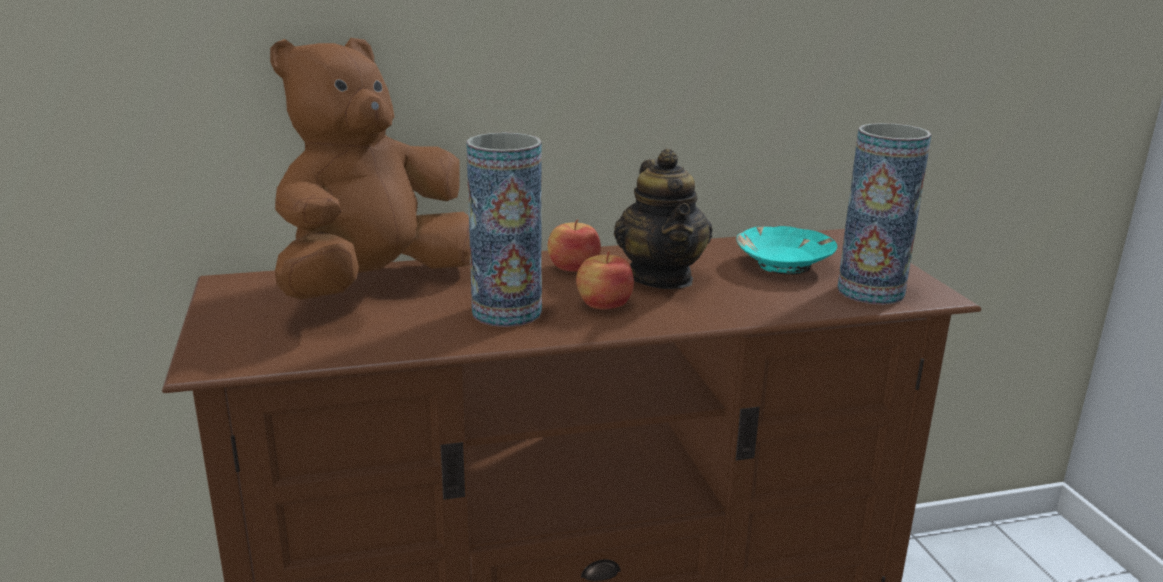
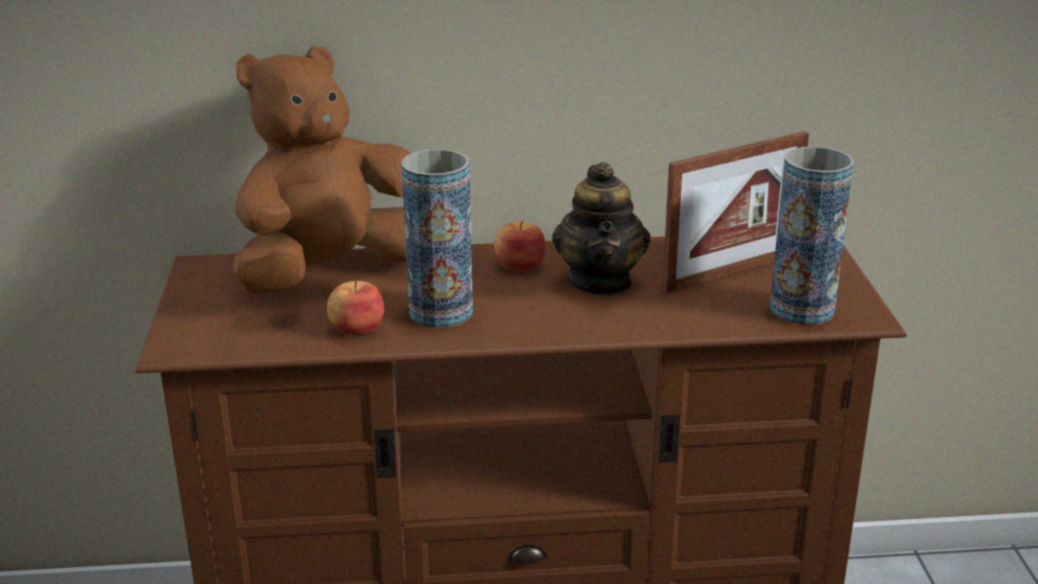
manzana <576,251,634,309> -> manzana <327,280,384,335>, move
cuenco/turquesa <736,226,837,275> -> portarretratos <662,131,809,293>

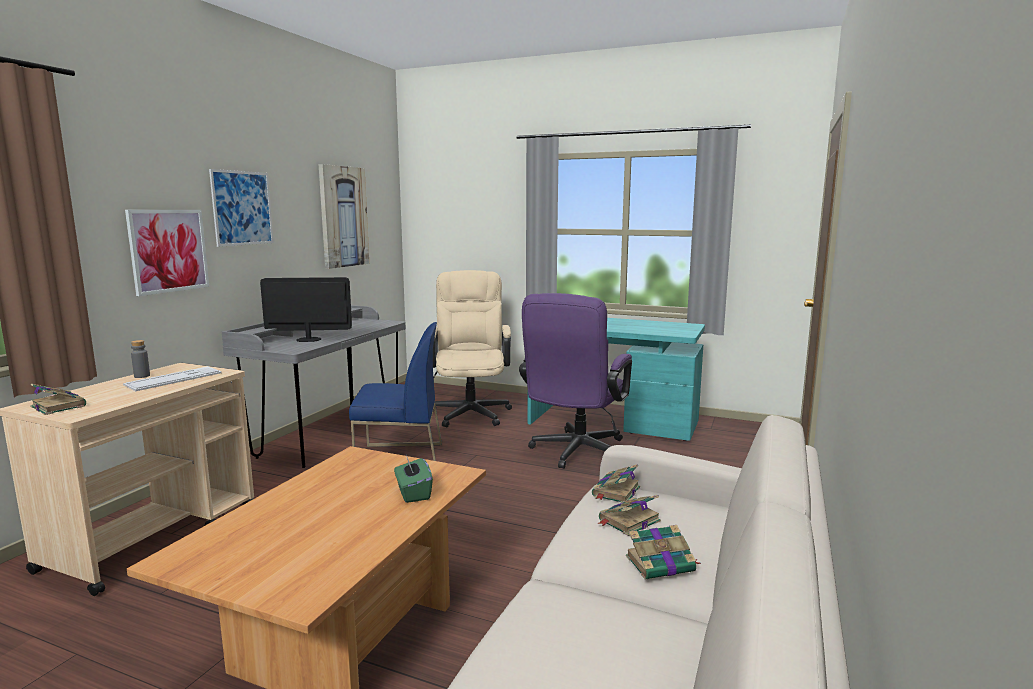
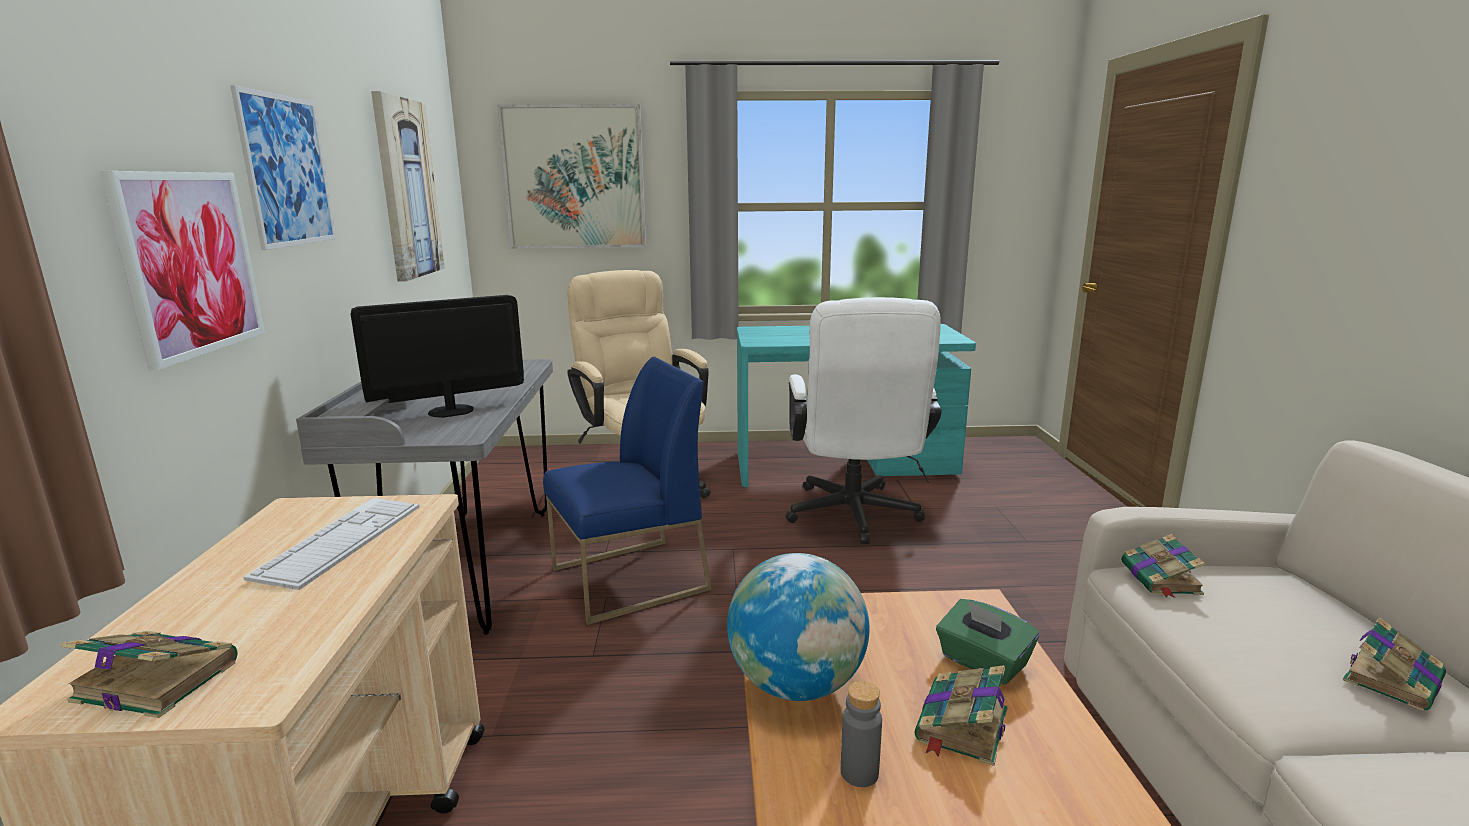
botella/gris <131,340,150,378> -> botella/gris <841,681,882,787>, move
silla de oficina/morado <519,293,632,469> -> silla de oficina/blanco <786,297,941,544>
libro <598,495,661,536> -> libro <915,665,1008,766>, move
none -> cuadro <497,104,646,249>
none -> globo terráqueo <727,553,869,701>

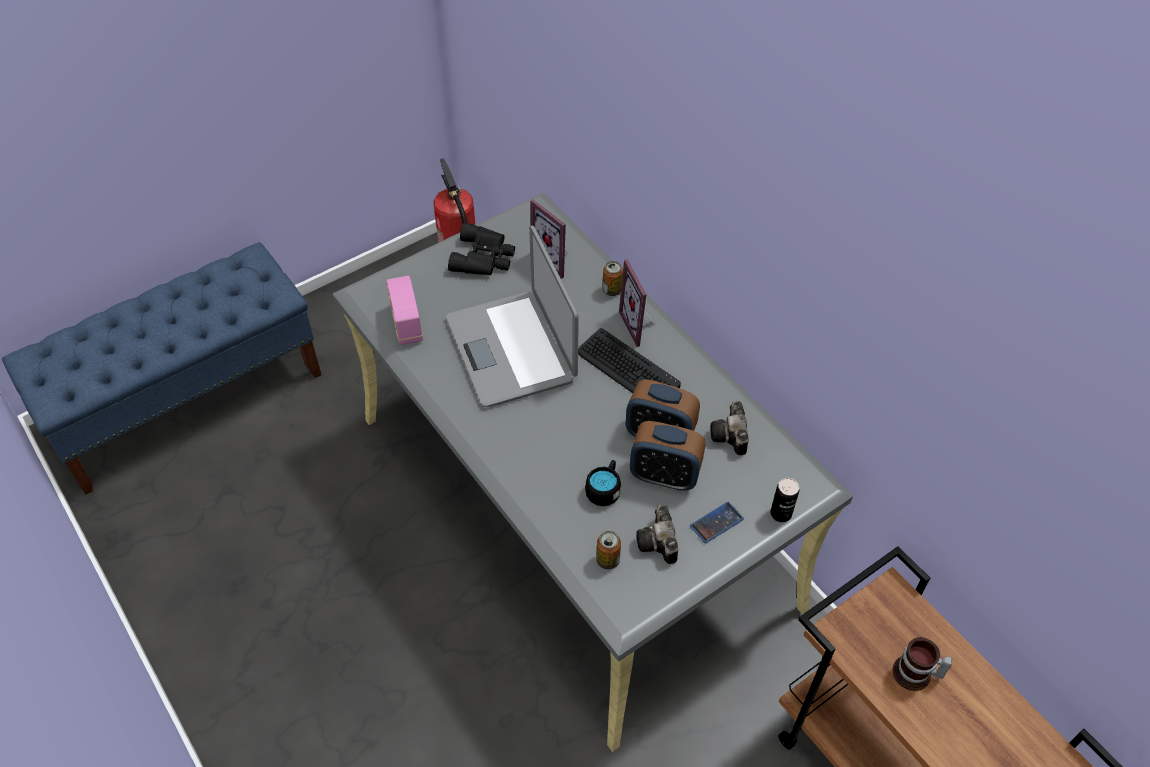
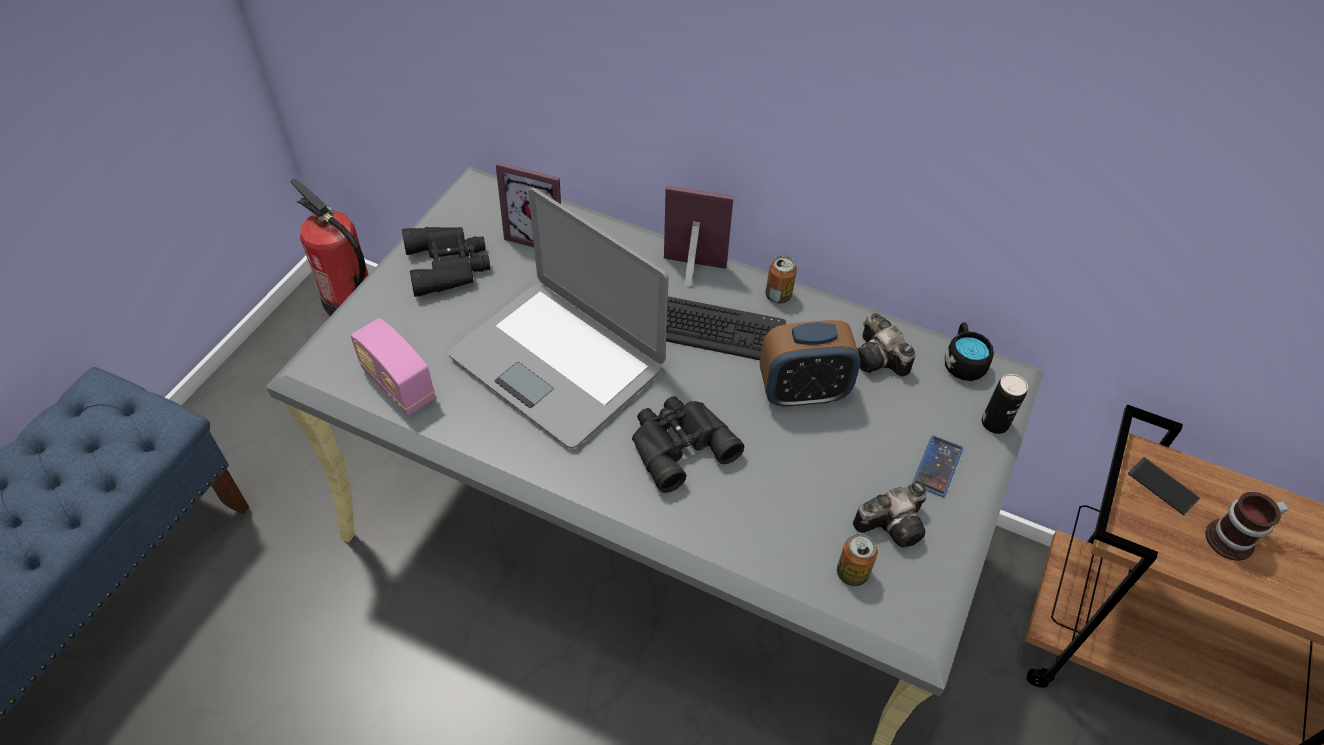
taza grande/negro <585,460,621,506> -> taza grande/negro <945,322,994,381>, move
lata <602,261,623,296> -> lata <765,255,797,304>, move
portarretratos <619,260,655,347> -> portarretratos <664,186,734,287>, 150 degrees clockwise
despertador <630,421,705,491> -> none
cámara <636,505,678,564> -> cámara <853,482,927,548>, 75 degrees counterclockwise
none -> prismáticos/negro <632,396,744,493>
none -> móvil <1127,457,1200,515>

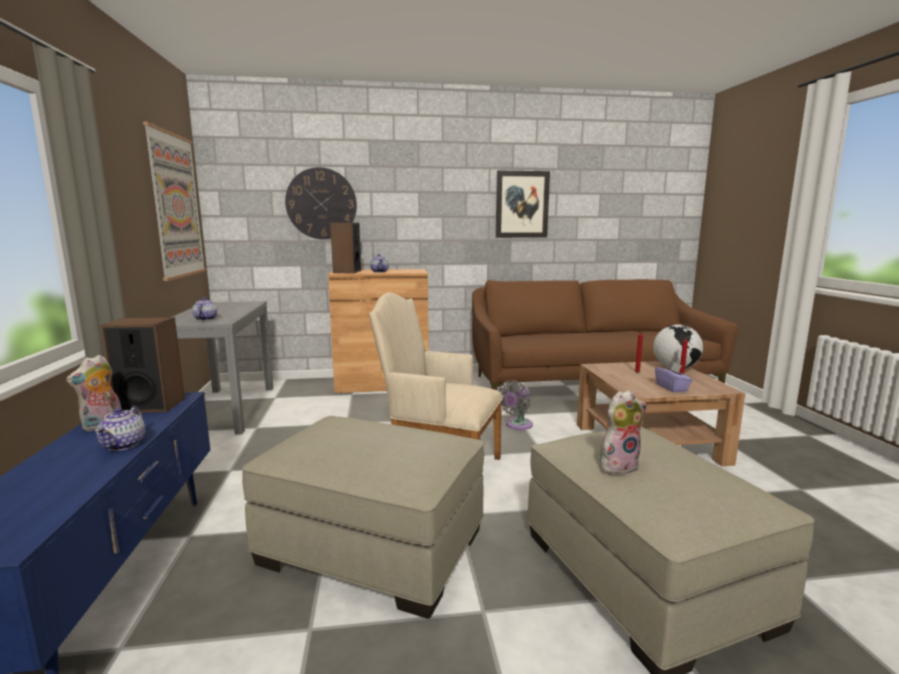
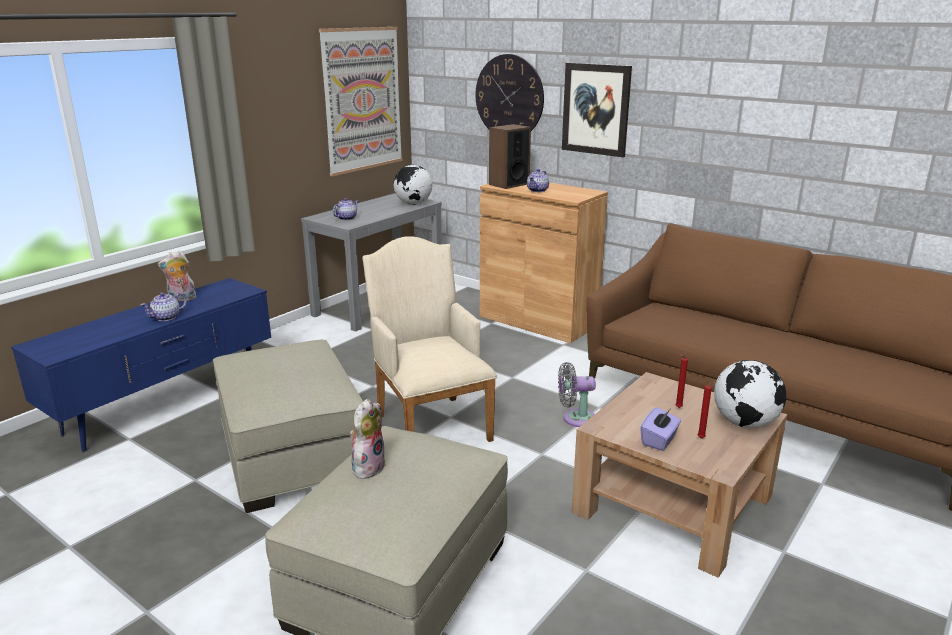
altavoz <100,317,185,413> -> none
cuadro <496,171,550,238> -> cuadro <562,63,632,157>, move
peluche <600,390,647,474> -> peluche <350,399,386,479>, 90 degrees counterclockwise
none -> globo terráqueo <393,165,432,205>

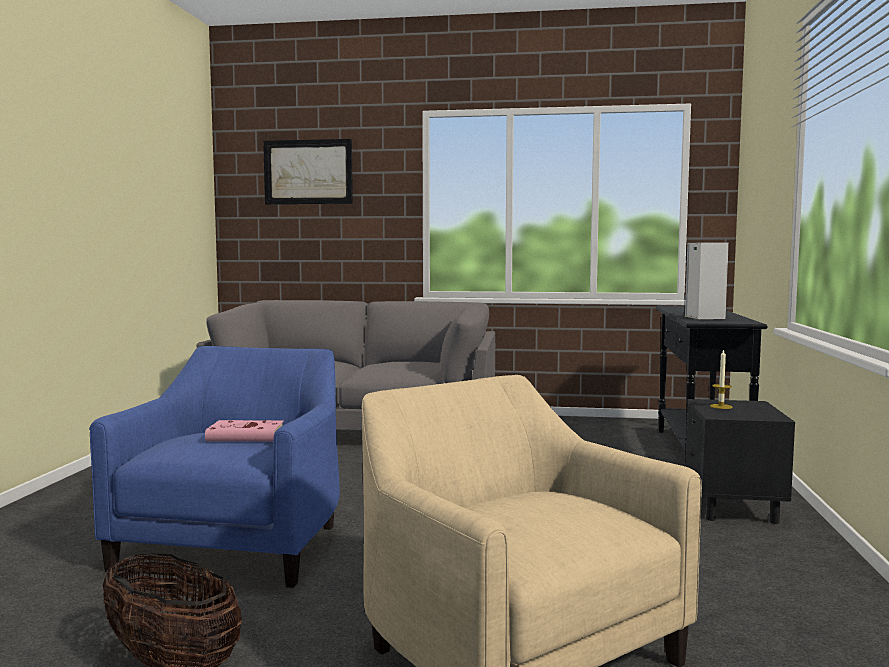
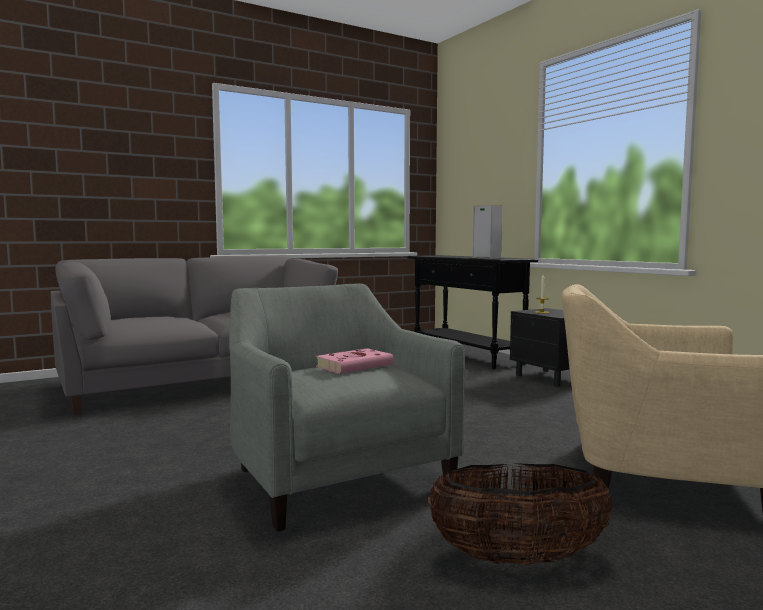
sillón/azul <89,346,340,588> -> sillón/gris <229,283,465,532>
cuadro <263,139,353,205> -> none

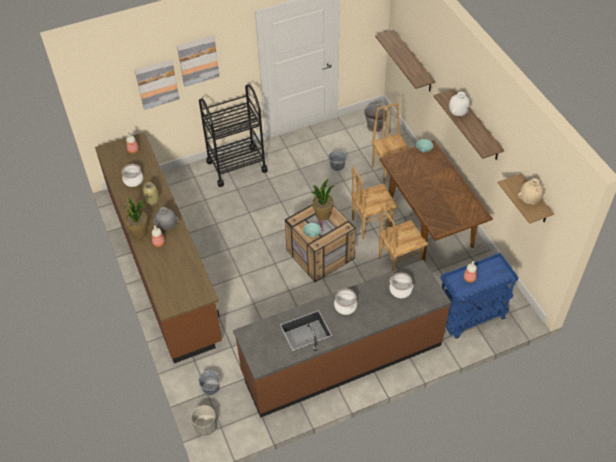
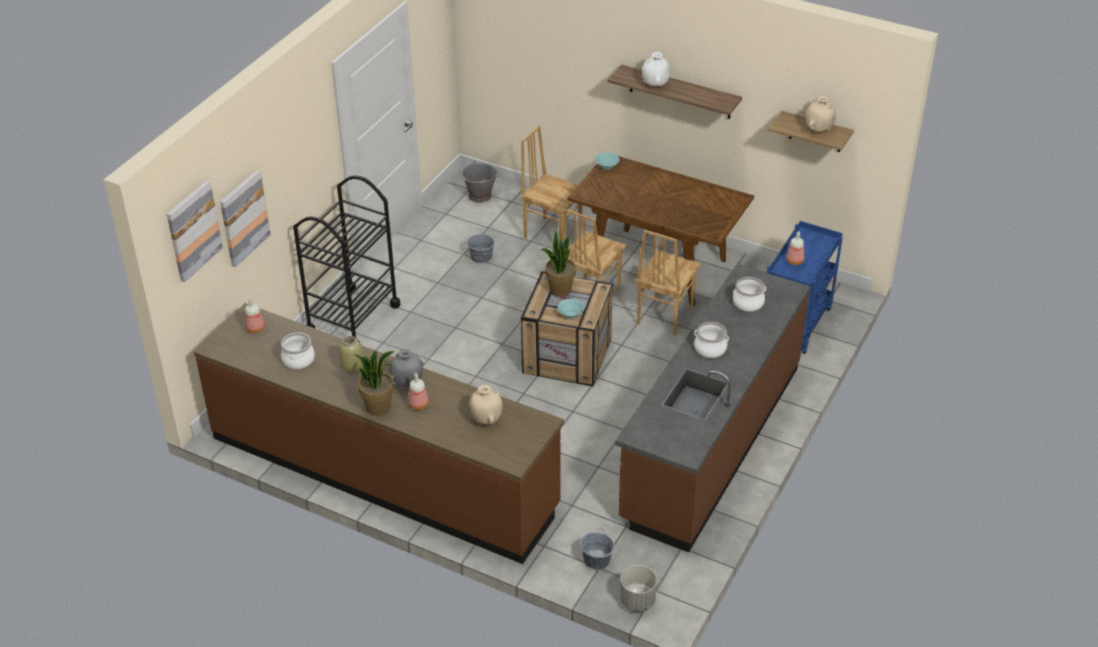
cuadro <177,36,220,87> -> cuadro <167,180,223,282>, move
estante <375,30,435,92> -> none
none -> florero/beis <469,385,503,424>

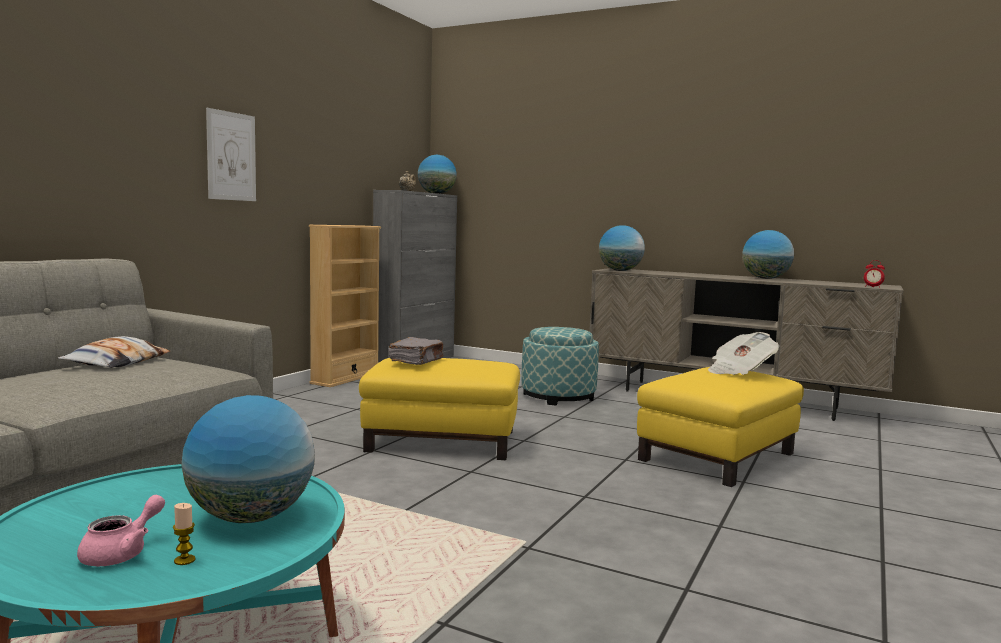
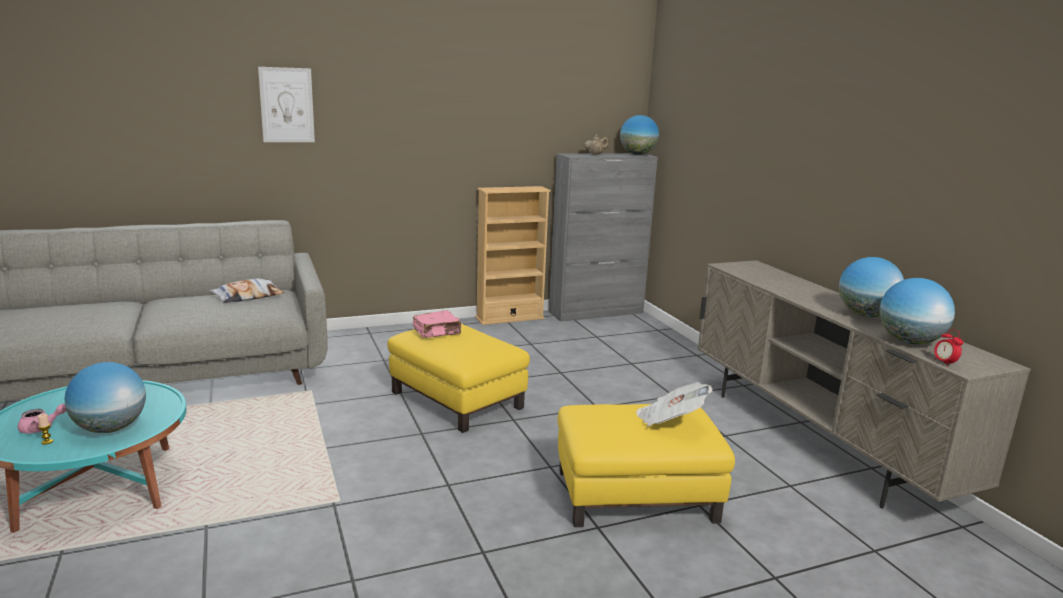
cuadro <206,108,256,201> -> cuadro <258,67,315,142>, move
libro/gris <388,337,444,365> -> libro/rosa <413,310,462,338>
puf <522,327,599,406> -> none
globo terráqueo <599,225,645,271> -> globo terráqueo <880,278,955,345>, move

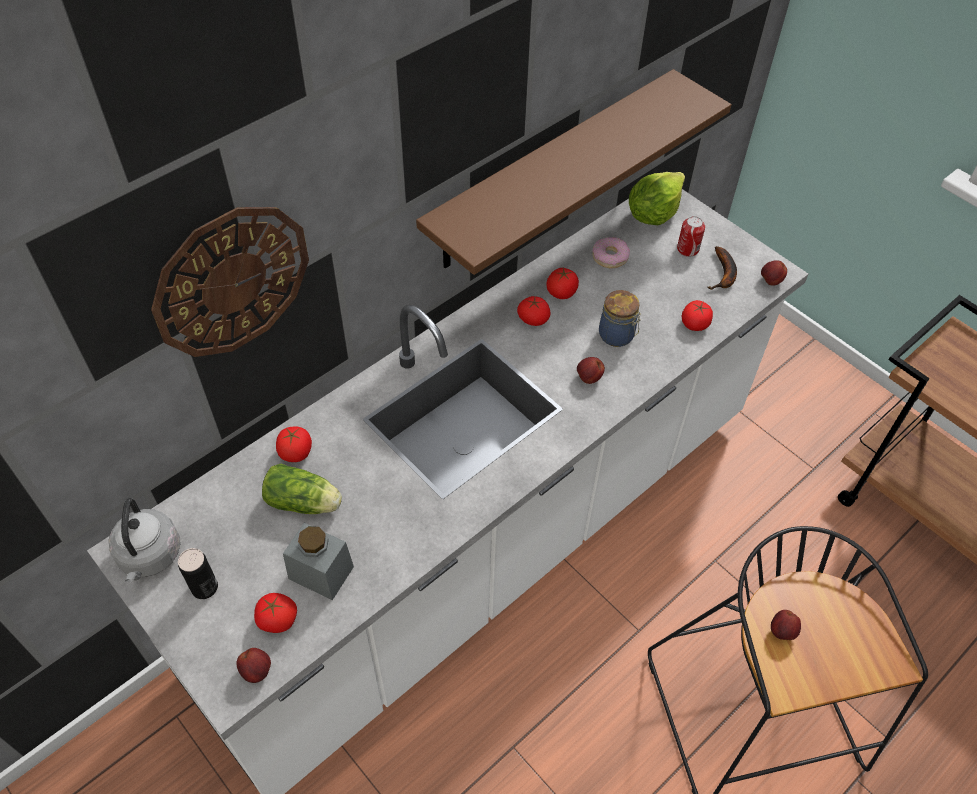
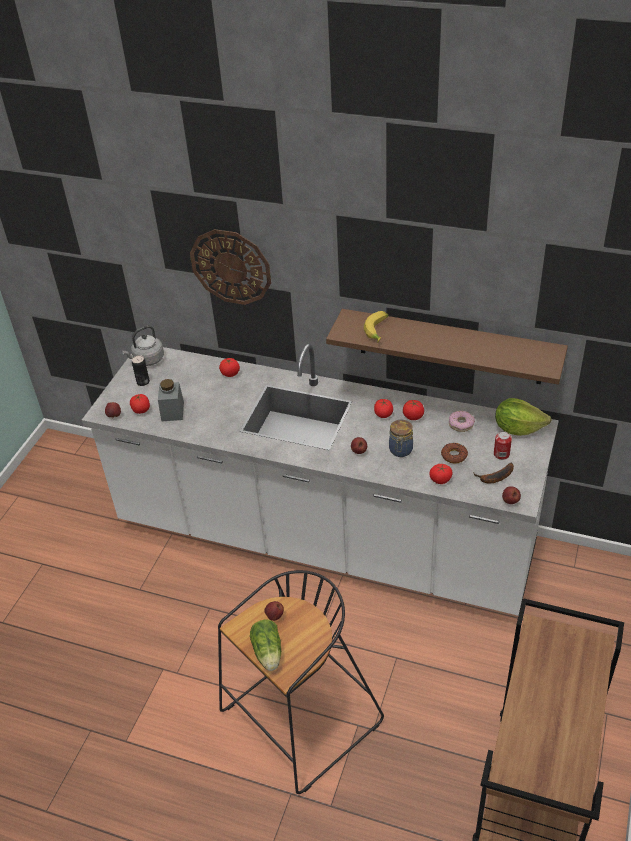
lechuga <262,464,342,514> -> lechuga <250,619,281,671>, move
none -> plátano <364,311,389,343>
none -> rosquilla <441,443,468,464>

